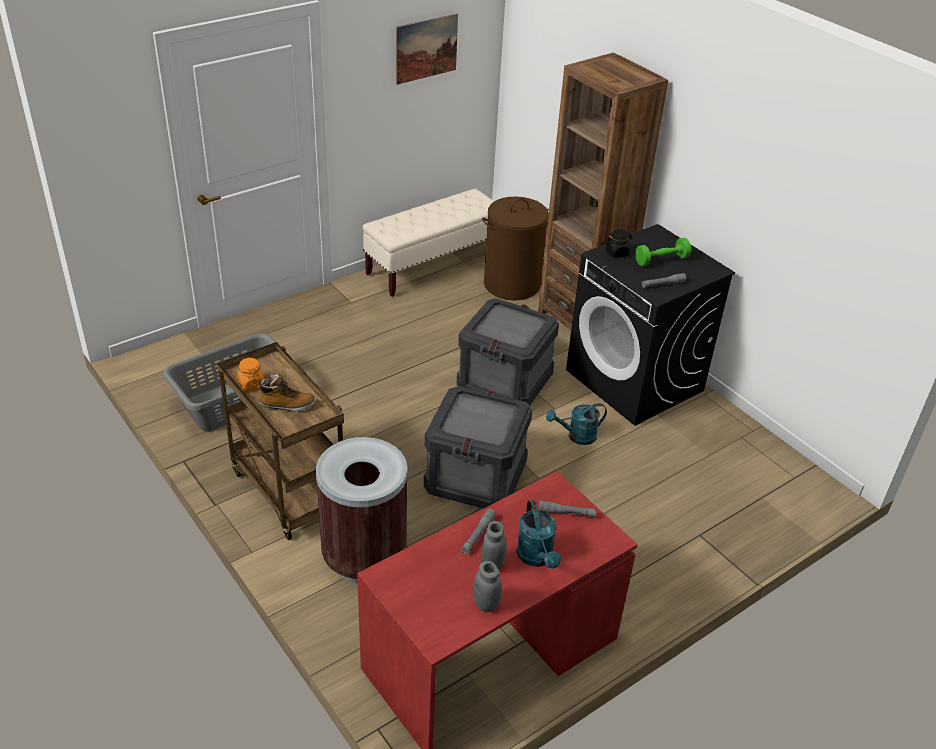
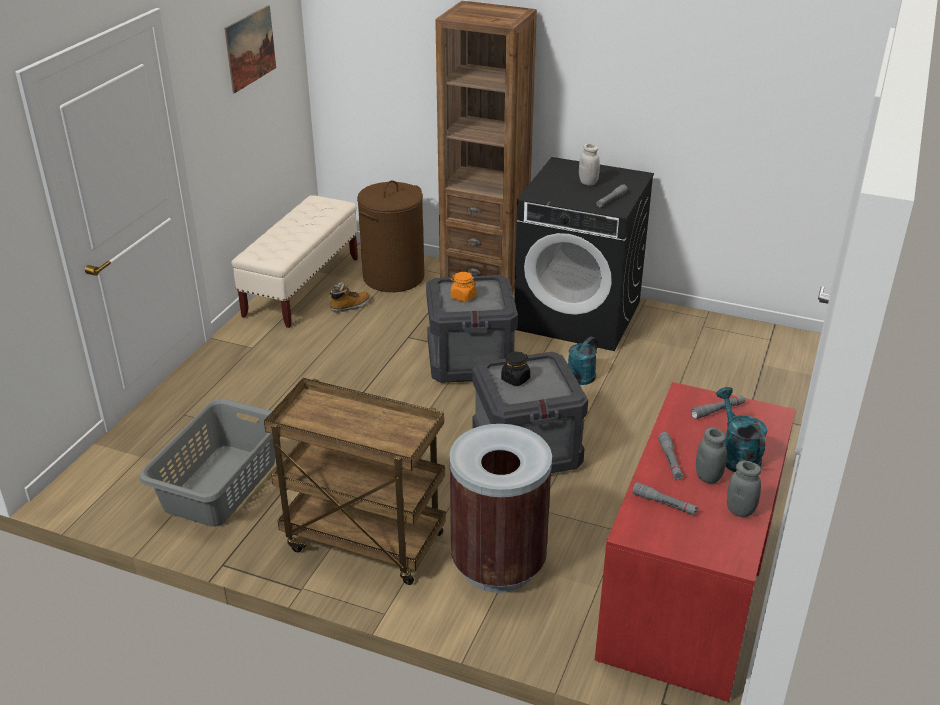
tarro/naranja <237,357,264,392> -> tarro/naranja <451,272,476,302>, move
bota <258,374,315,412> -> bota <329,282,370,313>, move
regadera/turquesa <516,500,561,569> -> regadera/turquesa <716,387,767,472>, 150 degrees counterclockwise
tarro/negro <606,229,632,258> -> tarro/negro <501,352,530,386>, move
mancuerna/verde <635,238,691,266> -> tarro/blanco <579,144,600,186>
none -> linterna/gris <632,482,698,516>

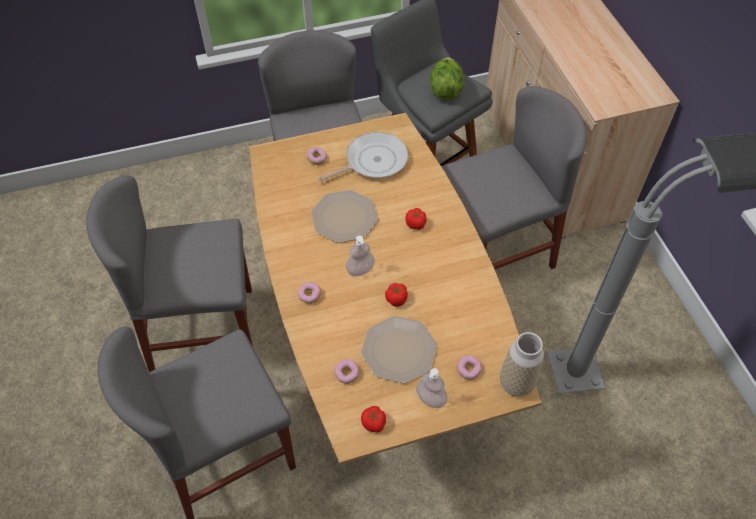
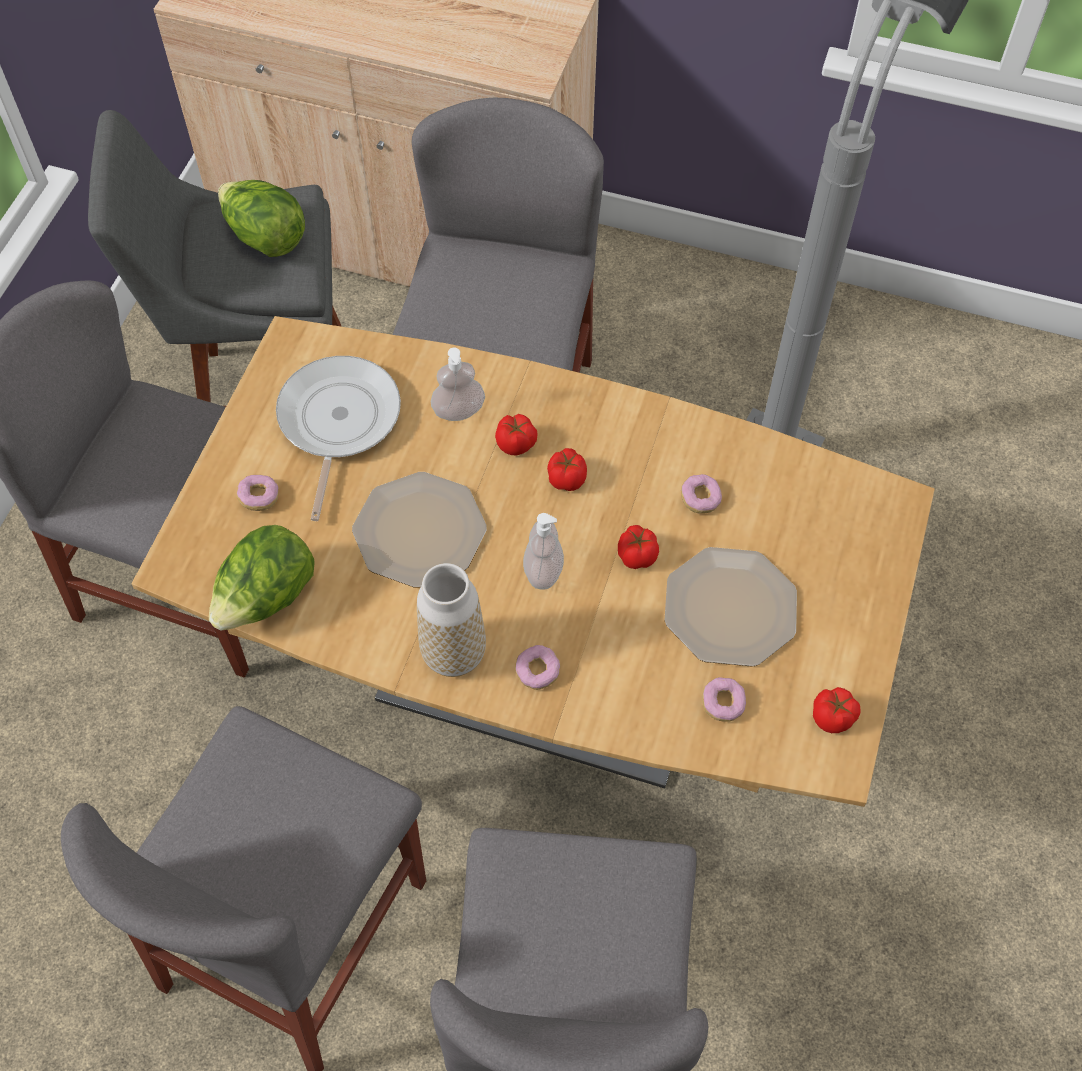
dispensador de jabón <416,368,448,408> -> dispensador de jabón <431,347,485,421>, move
rosquilla <457,355,482,380> -> rosquilla <681,474,722,514>, move
florero <500,332,544,397> -> florero <417,563,486,677>, move
none -> lechuga <209,525,314,631>
none -> tomate <547,448,587,491>

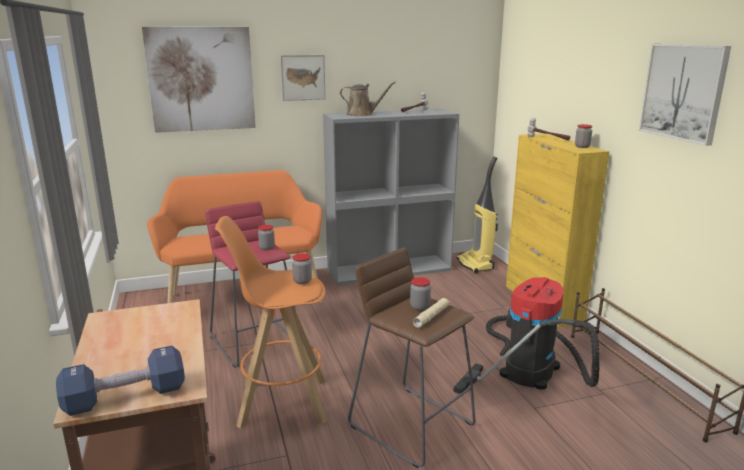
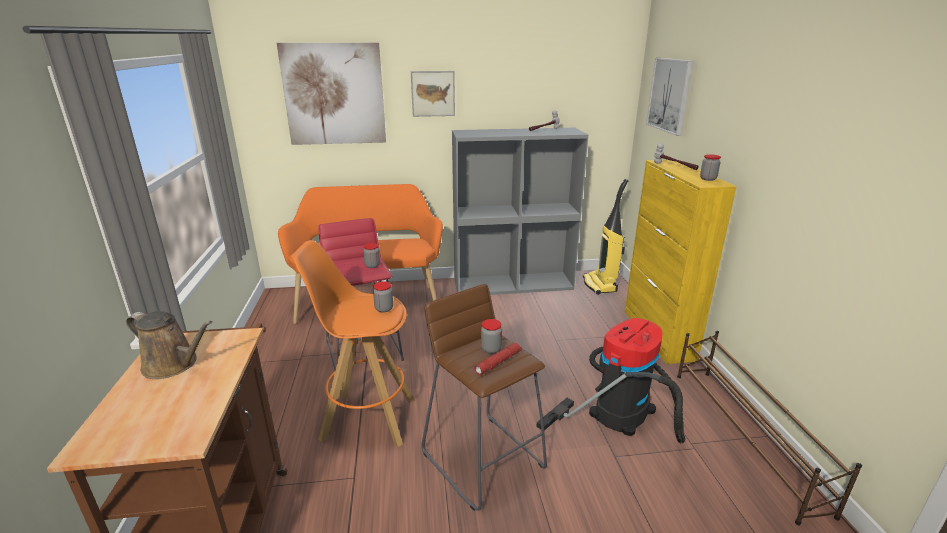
mancuerna/azul <56,346,185,416> -> none
regadera/marrón <340,81,396,116> -> regadera/marrón <126,311,213,379>, move
linterna/beis <413,298,450,328> -> linterna/rojo <474,343,522,375>
cuadro <639,44,731,146> -> cuadro <646,58,693,136>, move

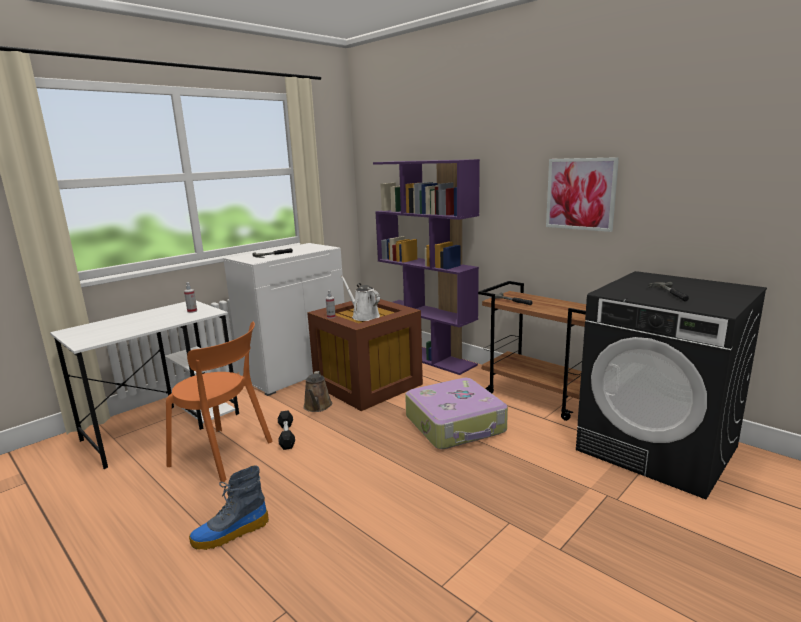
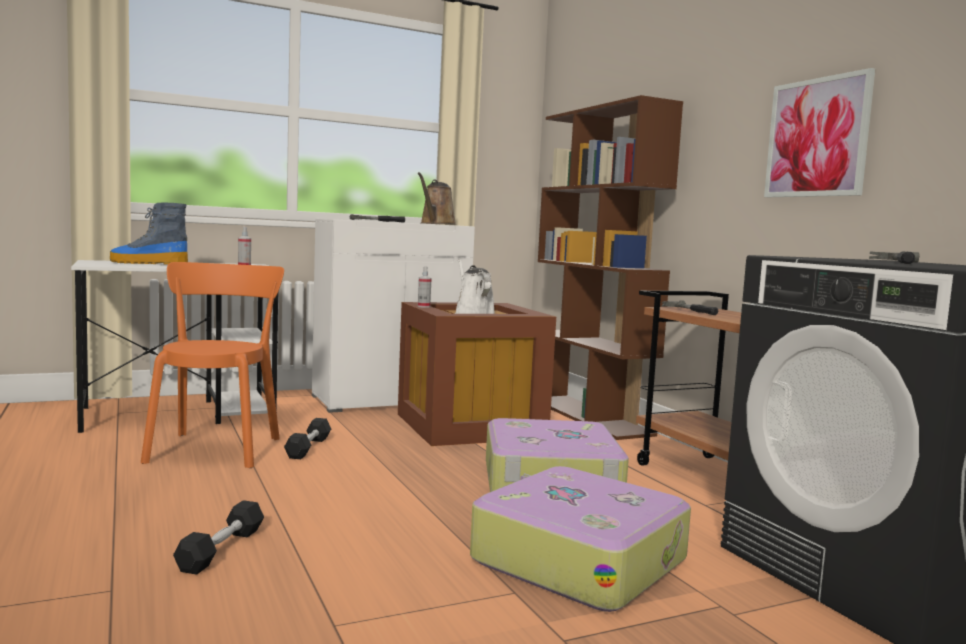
silla/naranja <166,322,273,482> -> silla/naranja <141,262,284,468>, 135 degrees counterclockwise
bota <189,465,269,550> -> bota <110,202,188,265>, move
regadera/marrón <303,371,332,412> -> regadera/marrón <418,172,457,225>, move
estantería/morado <373,159,480,375> -> estantería/marrón <538,95,683,440>
none -> mancuerna/negro <173,500,264,575>
none -> maleta <470,466,691,612>

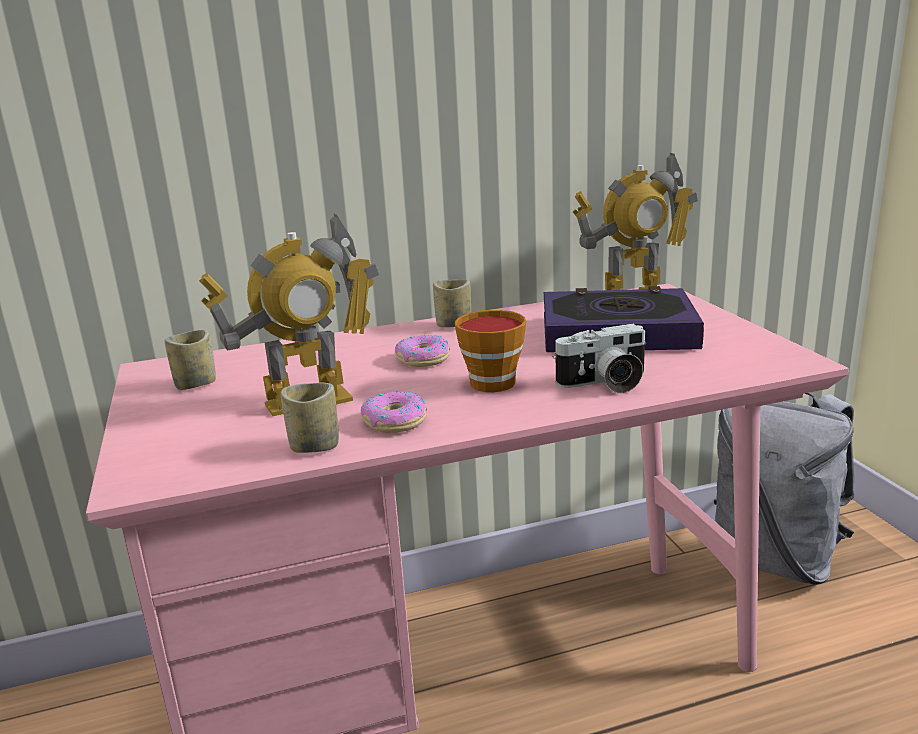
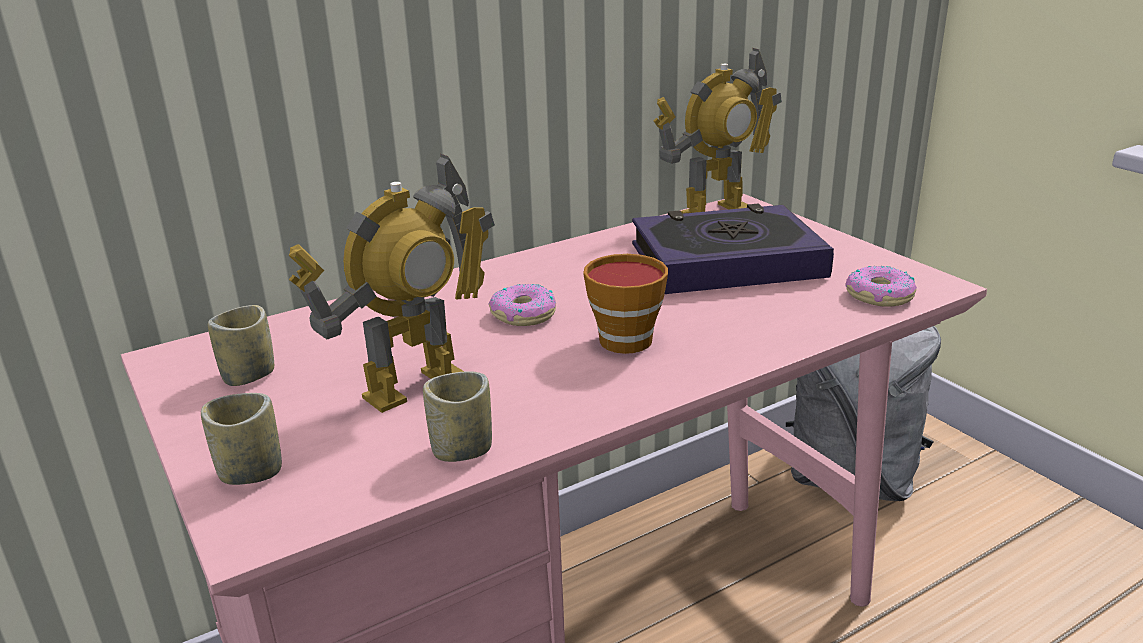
rosquilla <361,391,427,433> -> rosquilla <846,266,917,307>, move
taza <433,280,471,327> -> taza <201,393,282,485>, move
cámara <553,324,646,393> -> none

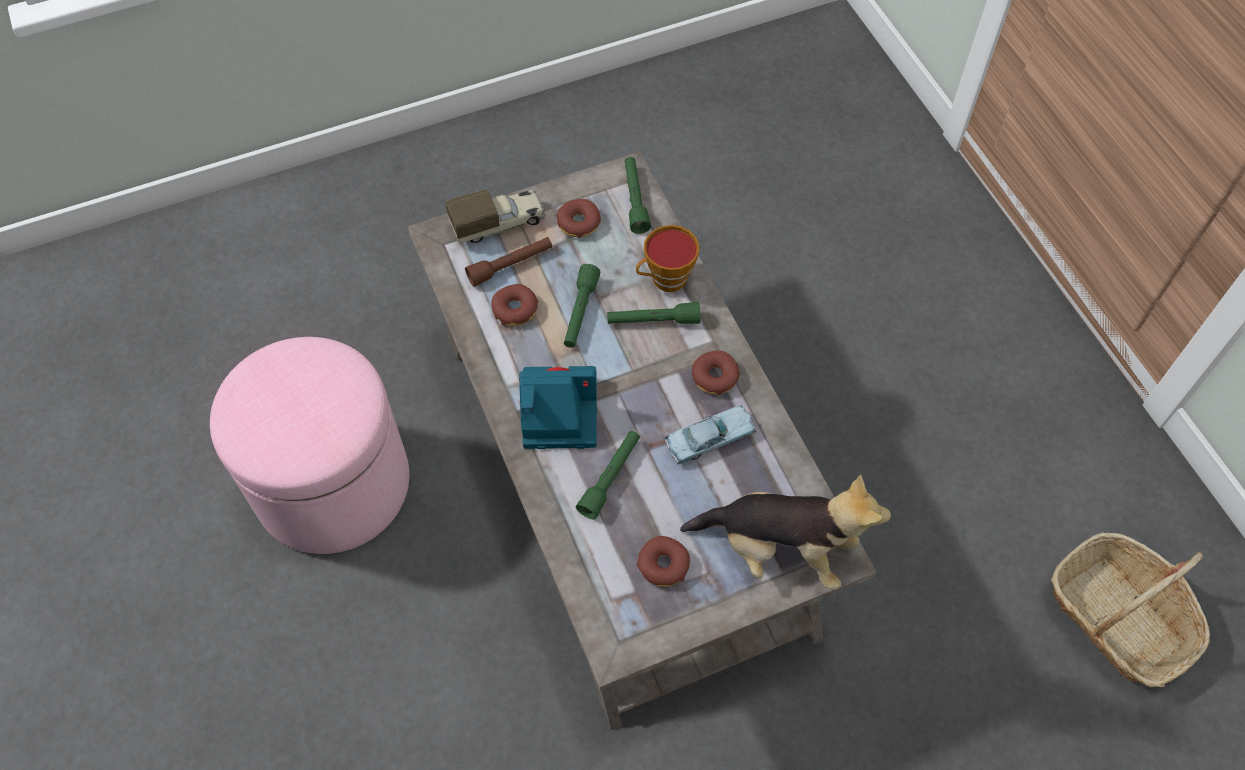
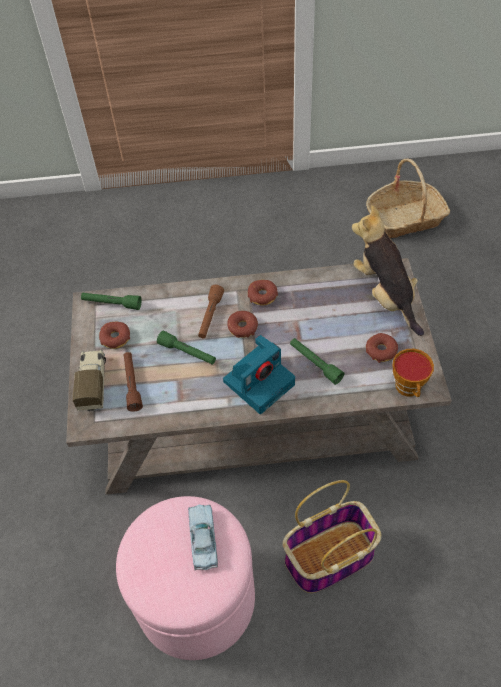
rosquilla <491,284,539,326> -> rosquilla <227,311,258,338>, move
cámara <519,366,597,449> -> cámara <223,335,295,414>, 150 degrees counterclockwise
linterna/verde <607,302,700,324> -> linterna/marrón <198,285,224,338>
taza <636,225,699,292> -> taza <393,349,434,397>, move
coche de juguete/azul <664,405,757,464> -> coche de juguete/azul <188,505,218,570>, move
peluche <680,474,891,590> -> peluche <352,205,424,336>, 60 degrees counterclockwise
none -> cesta <283,480,381,593>

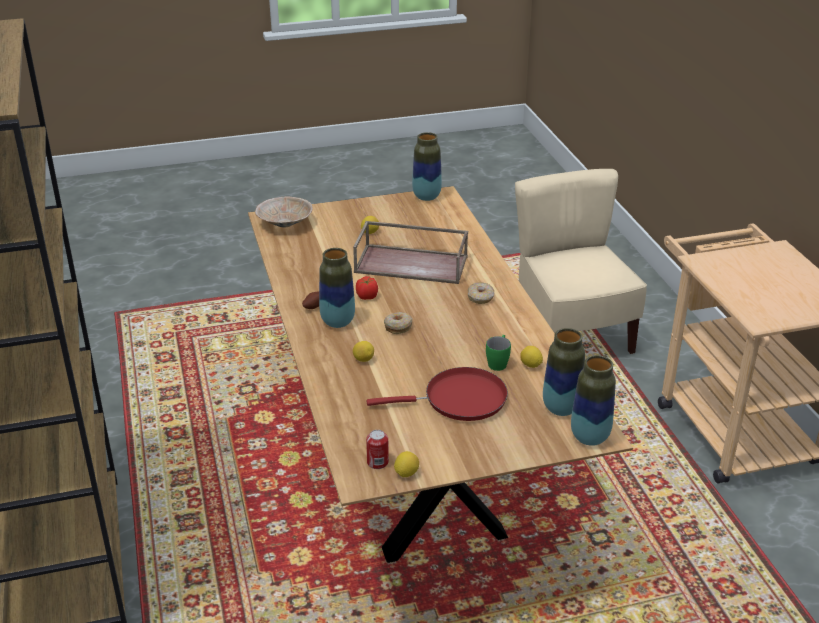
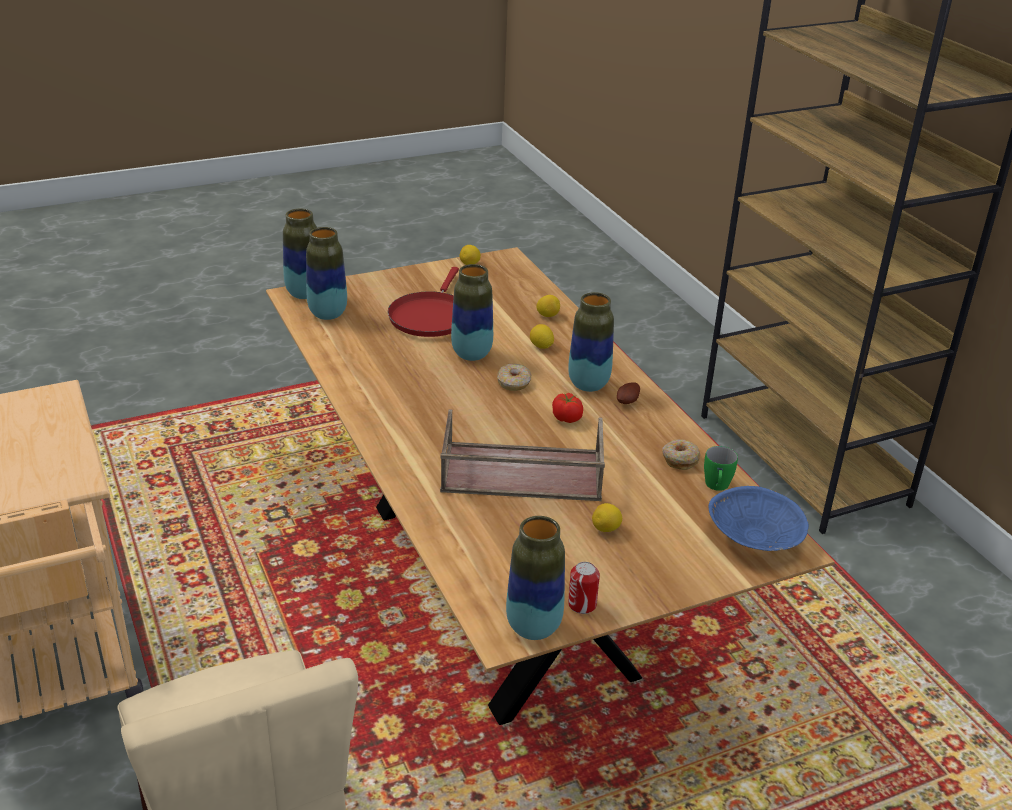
cuenco/beis <255,196,312,228> -> cuenco/azul <708,486,809,551>
lata <366,430,389,469> -> lata <568,562,600,614>, move
sartén/rojo <367,367,508,421> -> sartén/rojo <388,267,459,337>, 60 degrees counterclockwise
rosquilla <468,282,494,304> -> rosquilla <662,439,701,470>, move
taza grande/verde <486,335,511,371> -> taza grande/verde <704,446,738,491>, move
limón <520,346,543,368> -> limón <536,295,560,317>, move
none -> florero <451,264,493,361>

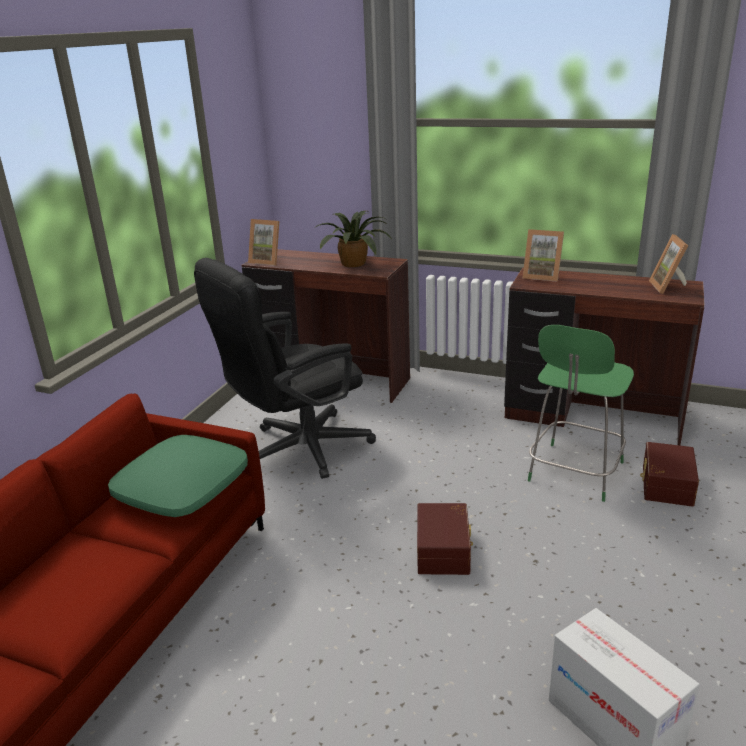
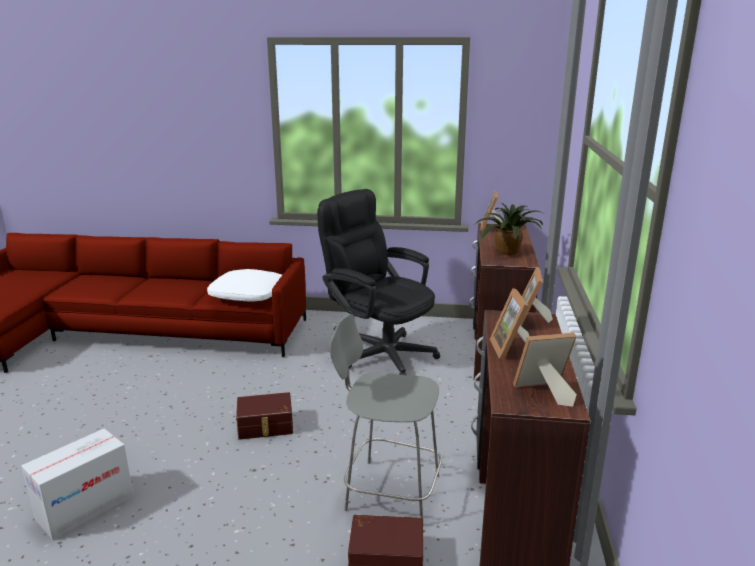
cojín/verde <108,435,248,517> -> cojín/blanco <207,269,282,302>
silla/verde <528,325,634,502> -> silla/gris <330,314,442,518>
none -> portarretratos <490,288,529,360>

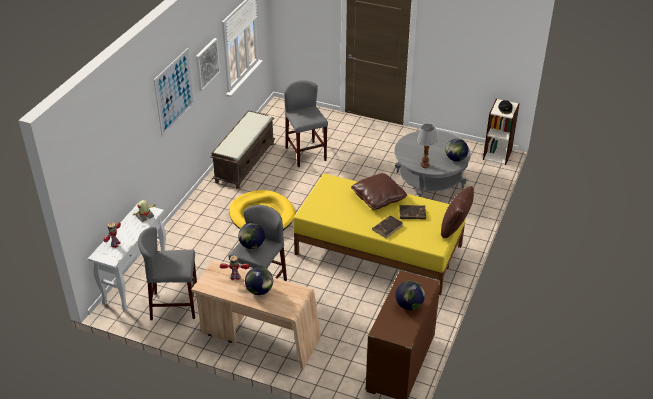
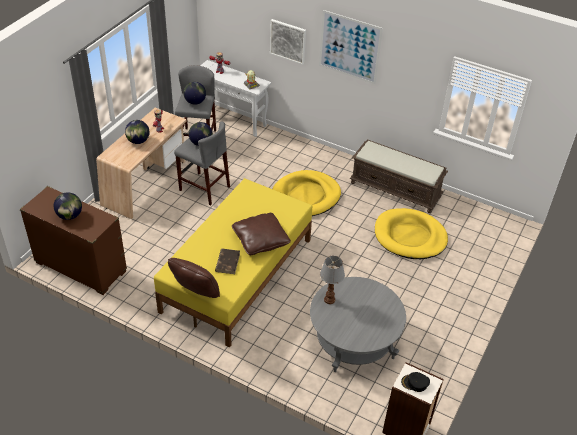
cuadro <196,38,220,91> -> cuadro <270,19,306,65>, move
taburete/gris <284,81,328,167> -> cama para perro/amarillo <375,208,448,259>
libro/marrón <372,215,403,238> -> none
globo terráqueo <445,139,468,161> -> globo terráqueo <183,82,206,105>, move

